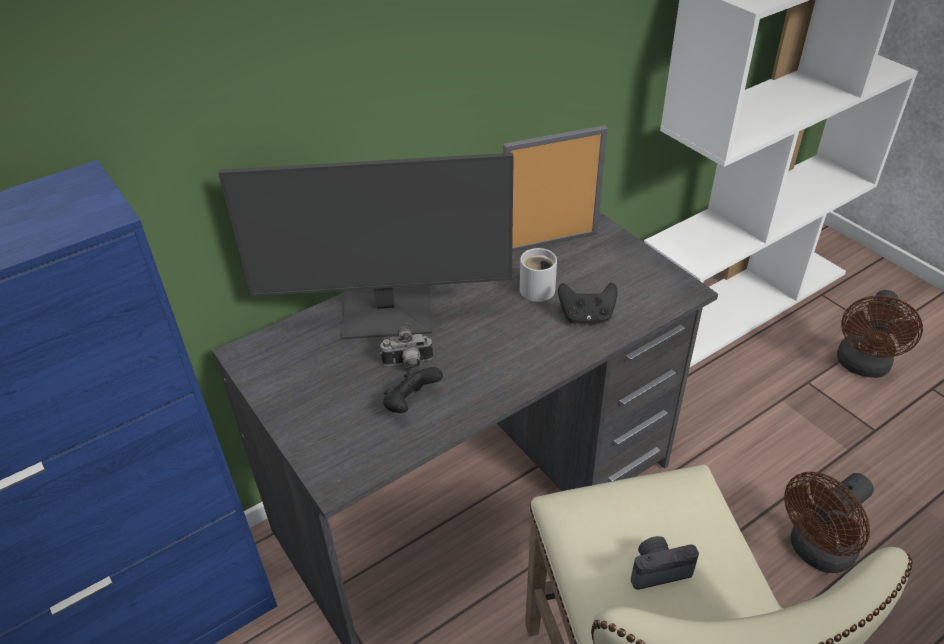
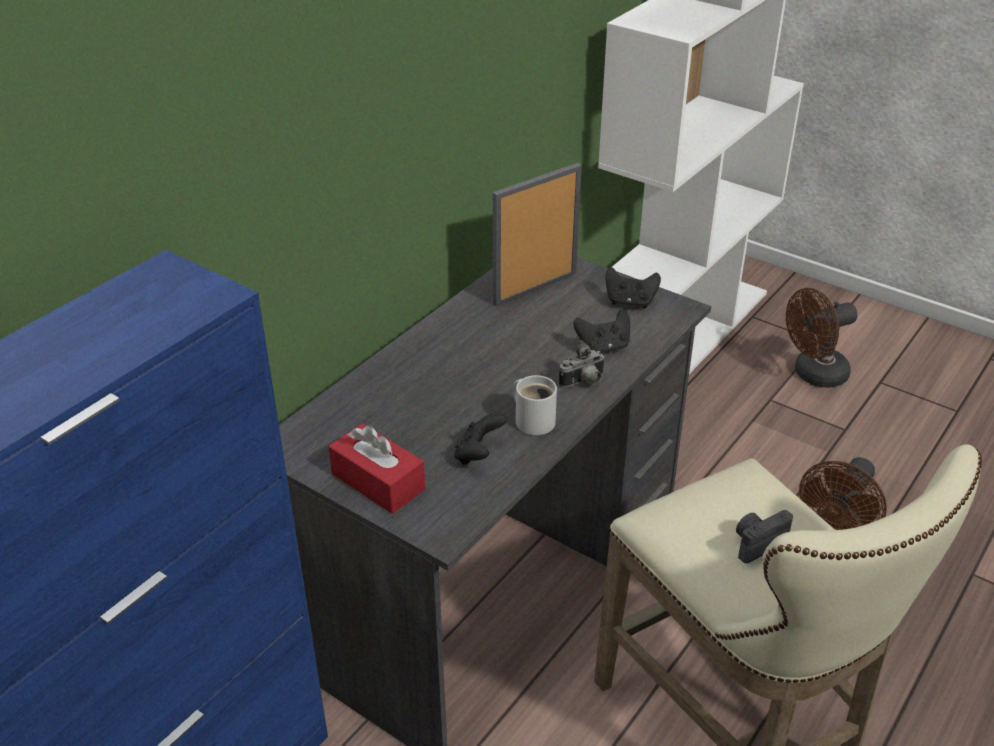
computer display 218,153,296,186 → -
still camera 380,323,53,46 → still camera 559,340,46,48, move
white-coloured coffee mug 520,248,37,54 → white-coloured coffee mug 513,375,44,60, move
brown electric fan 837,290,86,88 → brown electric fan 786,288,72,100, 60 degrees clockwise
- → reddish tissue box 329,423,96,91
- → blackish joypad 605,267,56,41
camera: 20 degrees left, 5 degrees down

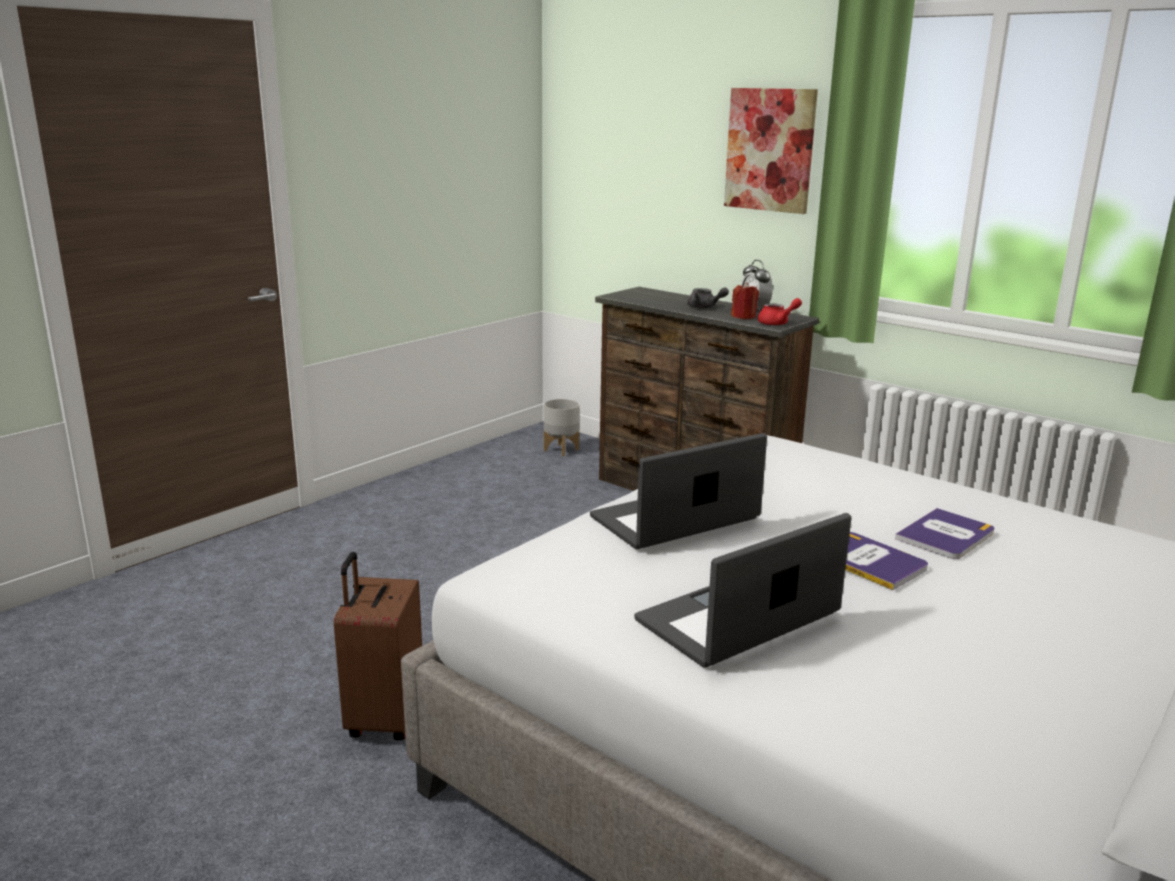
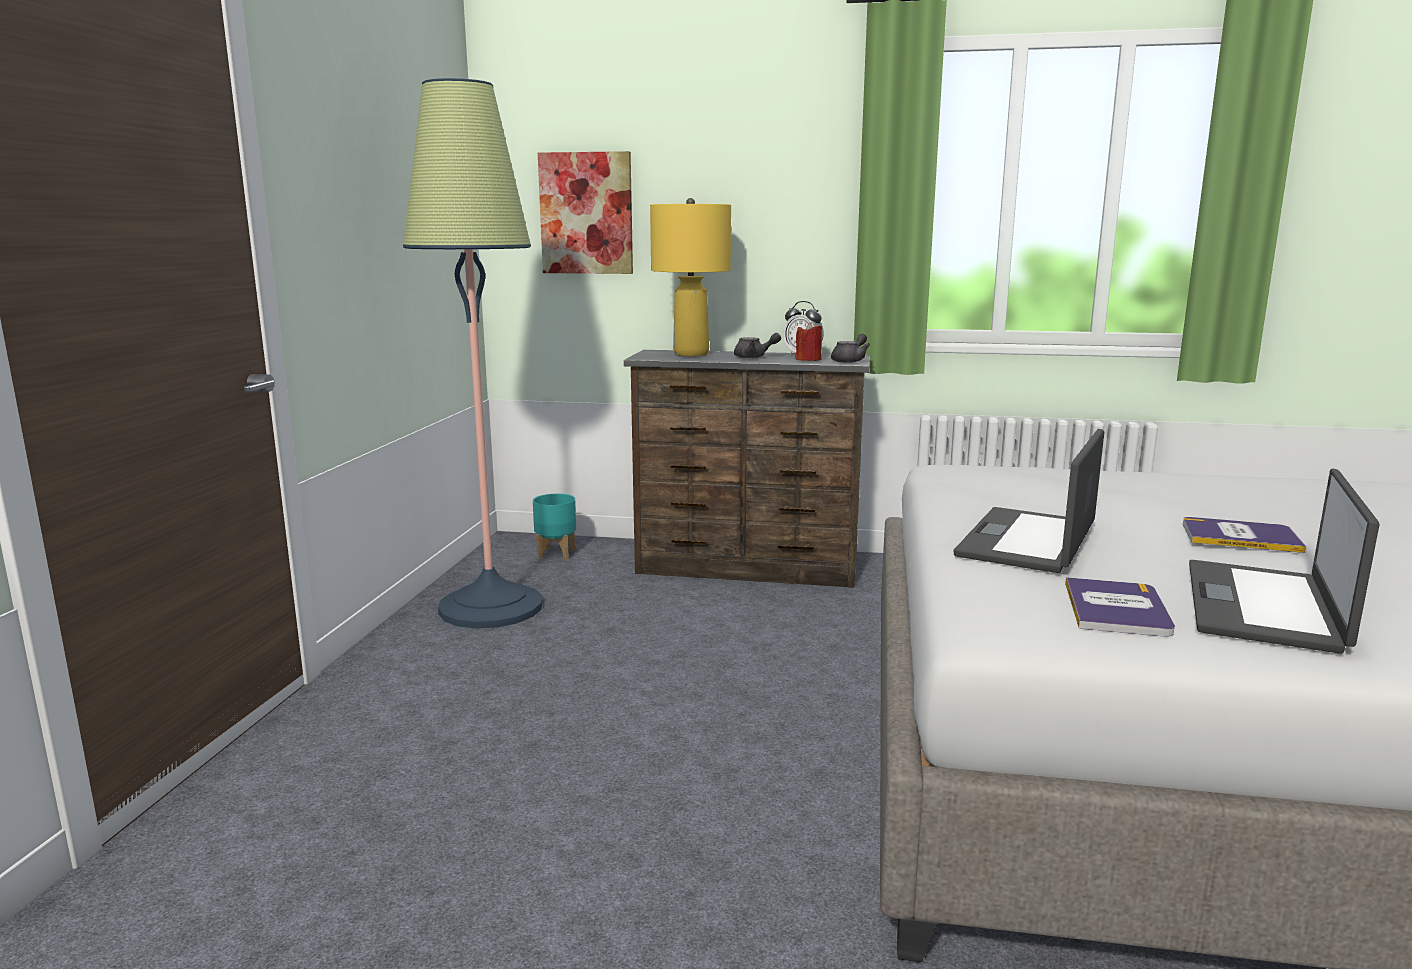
brown suitcase 334,552,88,188 → -
gray planter 544,399,36,57 → turquoise-coloured planter 533,494,43,66
picture 724,88,94,126 → picture 538,151,95,123, move
reddish teapot 758,298,44,28 → gray teapot 831,334,39,29
bound book 895,508,99,51 → bound book 1065,577,110,60, move
- → standing lamp 403,78,139,551
- → yellowish tabletop lamp 650,198,81,158
camera: 30 degrees left, 5 degrees down

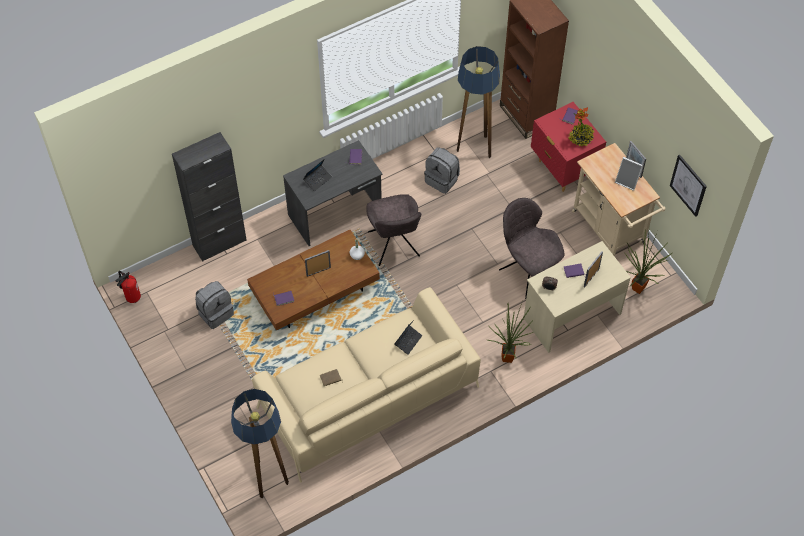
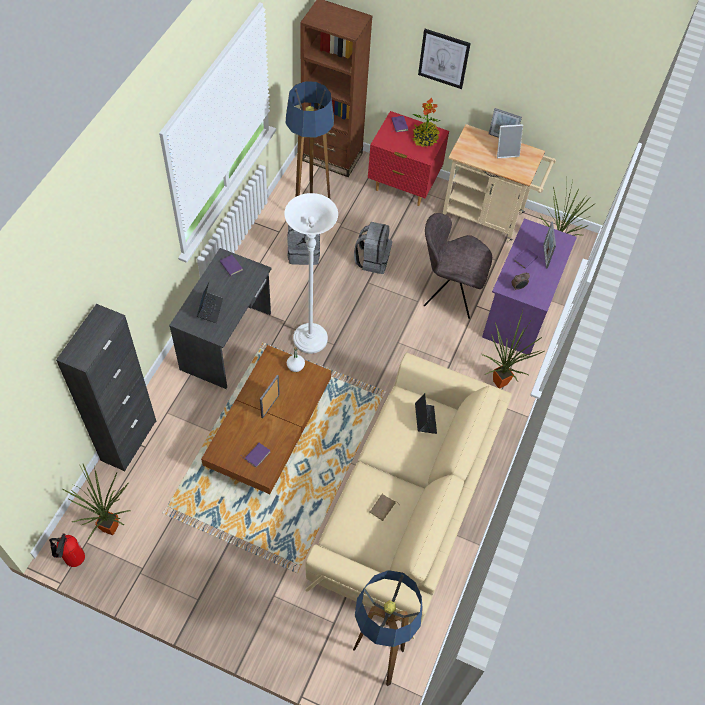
gray rucksack 195,281,39,48 → gray rucksack 354,222,38,52, move
gray chair 366,194,55,72 → white-coloured standing lamp 284,193,54,161
sand-coloured desk 524,241,107,112 → purple-coloured desk 482,218,95,138
picture 670,154,37,63 → picture 418,29,53,60, move
- → plant in a pot 63,464,67,75
camera: 40 degrees left, 0 degrees up

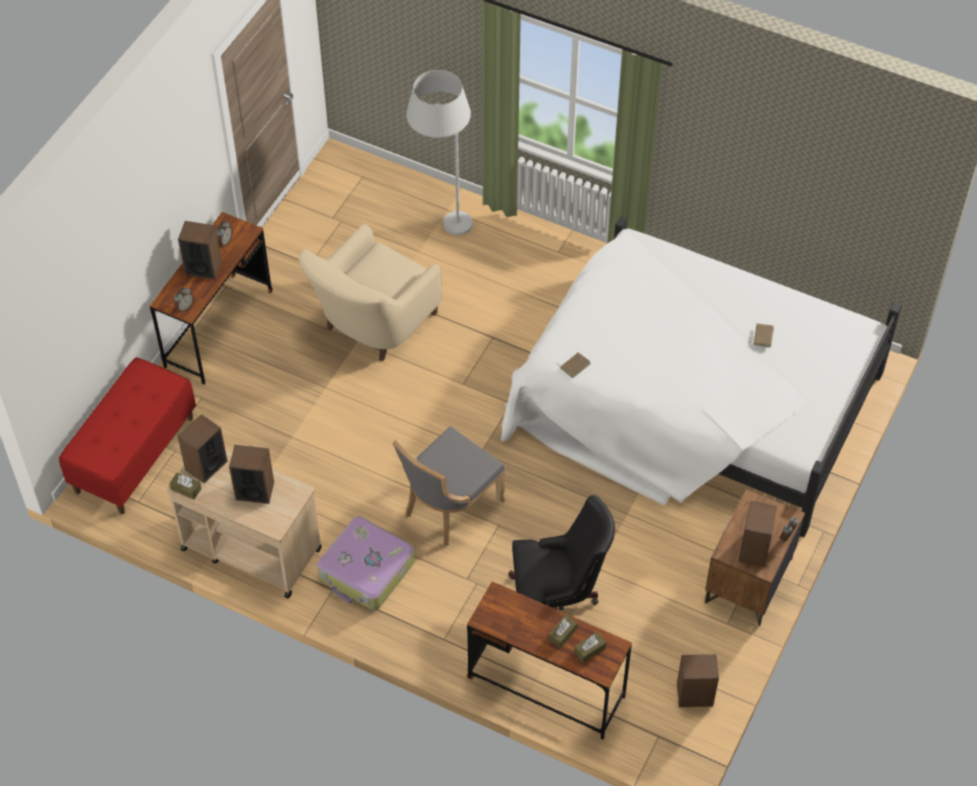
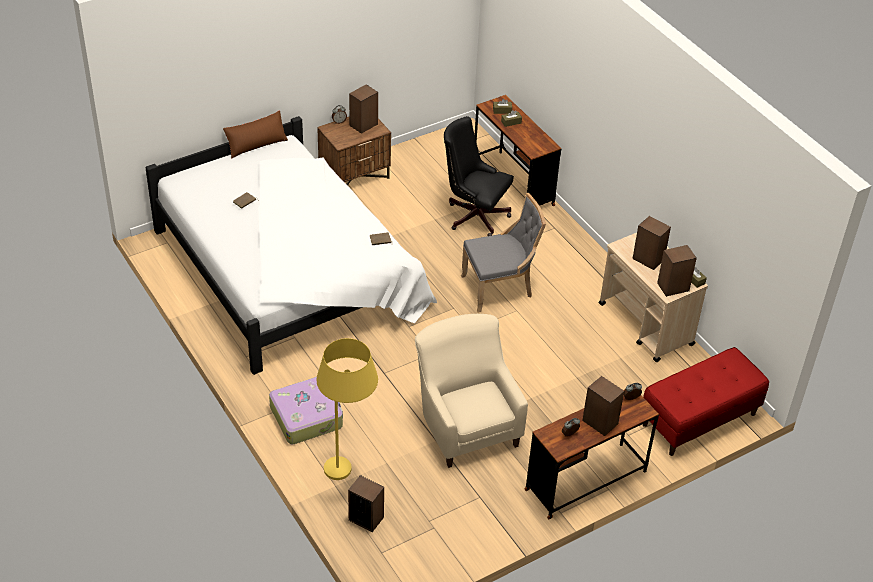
sand-coloured easy chair 299,224,143,137 → sand-coloured easy chair 415,314,113,154, 90 degrees counterclockwise
suitcase 317,516,98,94 → suitcase 269,377,74,67, move
white-coloured standing lamp 406,70,67,166 → yellowish standing lamp 317,338,61,142
audio speaker 677,654,42,53 → audio speaker 348,475,36,57, move
- → brown cushion 223,111,65,48
camera: 150 degrees left, 10 degrees down

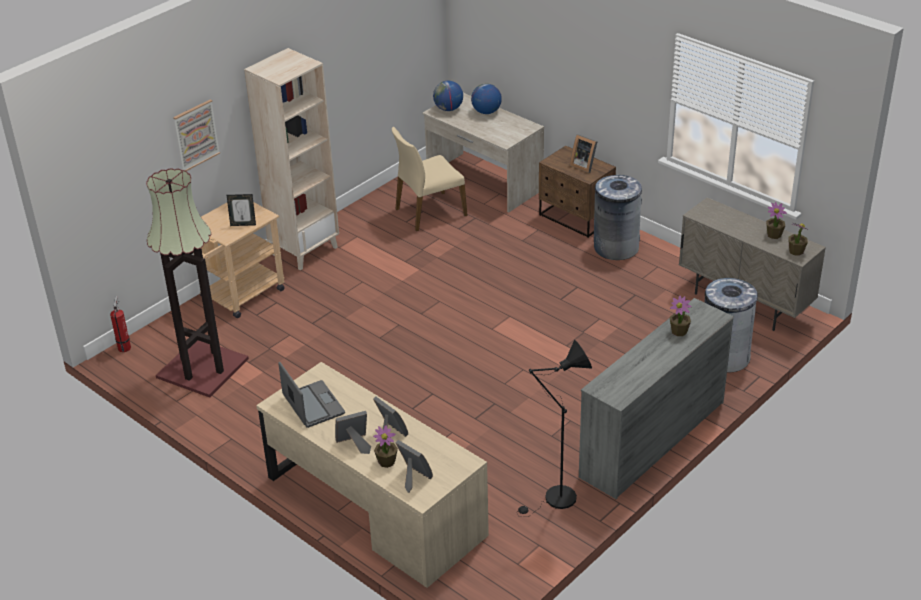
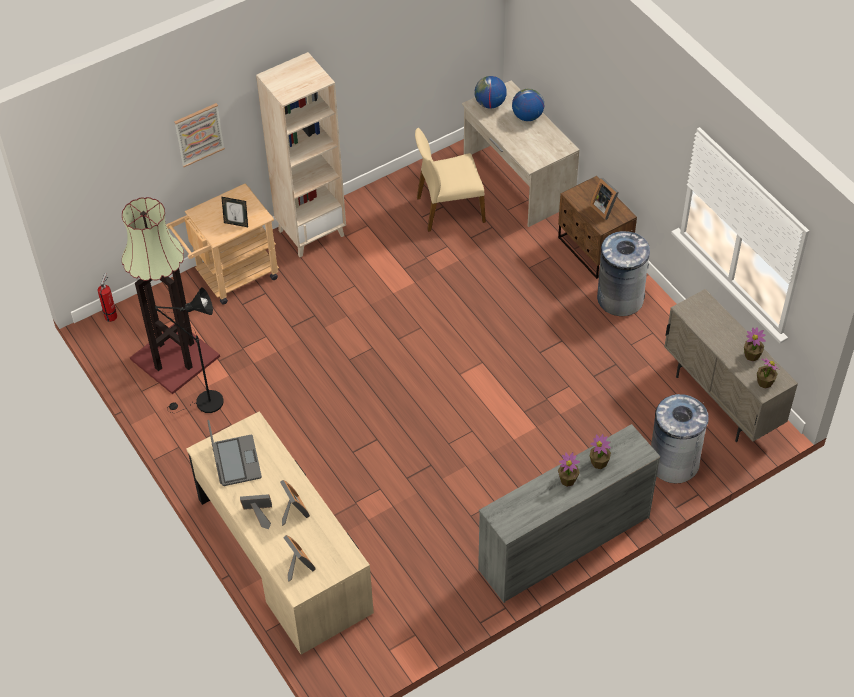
plant in a pot 373,425,25,43 → plant in a pot 558,452,22,35, move
blackish standing lamp 517,340,75,177 → blackish standing lamp 155,288,69,125, move
camera: 15 degrees right, 15 degrees up

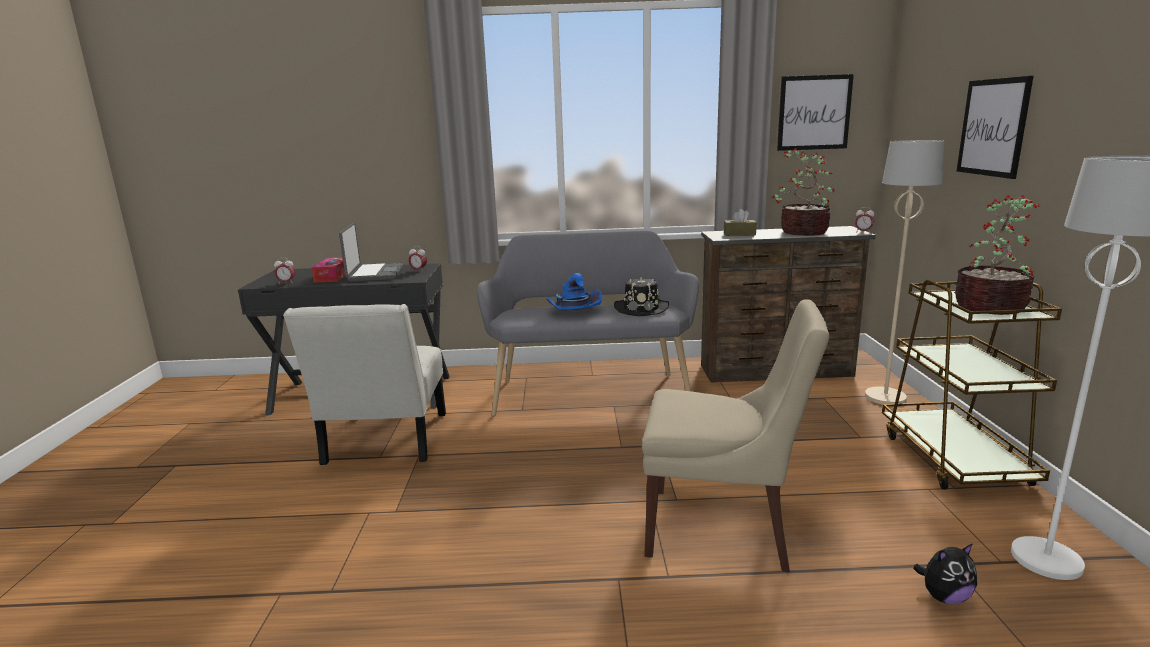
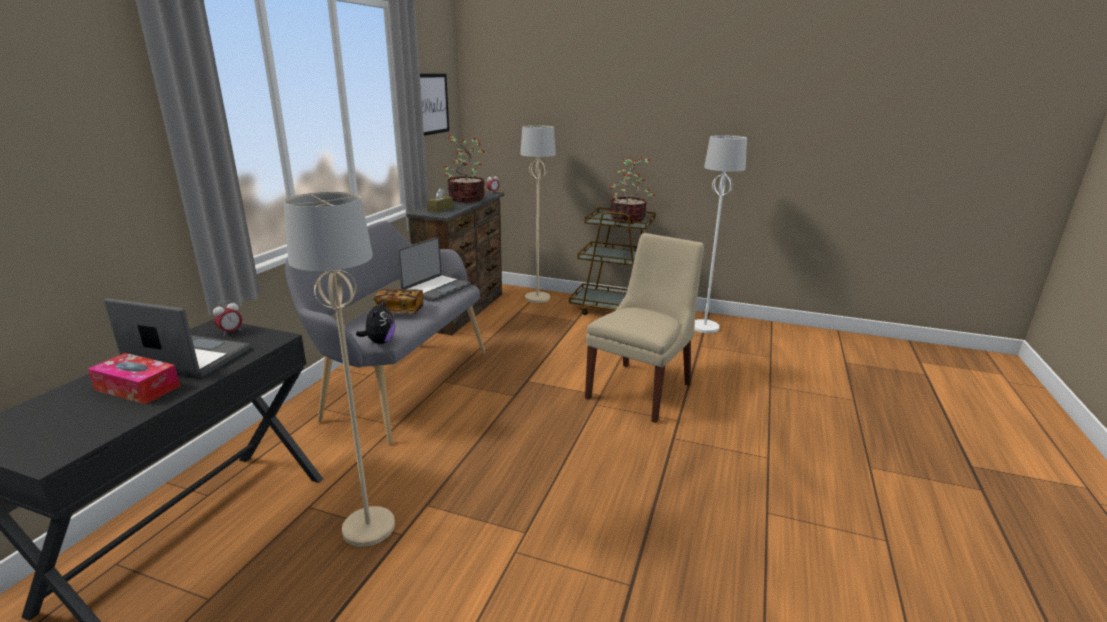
alarm clock 274,258,21,26 → -
white-coloured chair 283,304,163,161 → sand-coloured standing lamp 284,192,111,355
bluish wearable hat 547,273,55,37 → bound book 373,289,50,25
blackish wearable hat 614,277,55,39 → portable computer 398,237,73,65
plush toy 913,543,64,61 → plush toy 356,299,39,45, move
picture 957,76,77,103 → -
camera: 70 degrees left, 5 degrees up

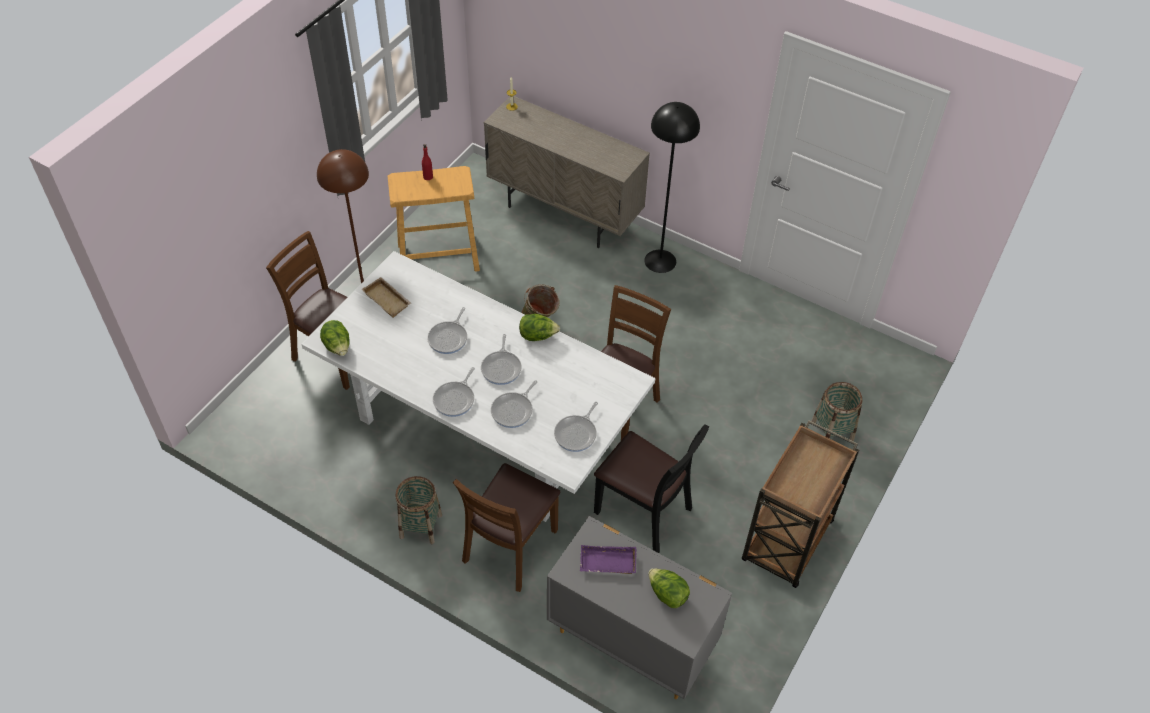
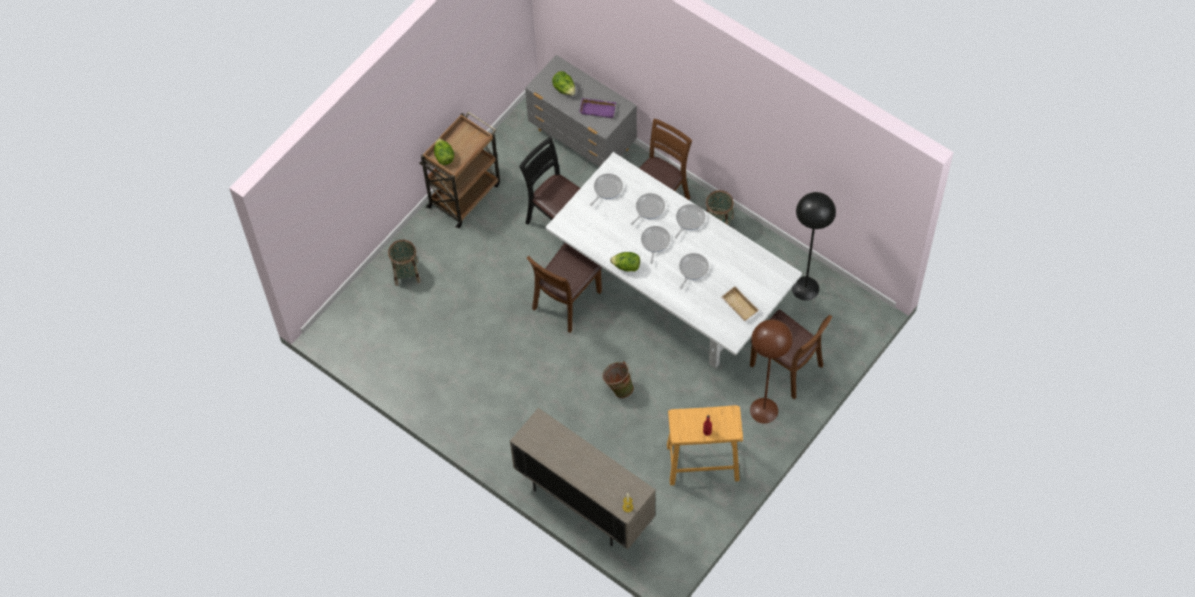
lettuce head 320,320,30,36 → lettuce head 434,139,21,26, move
blackish standing lamp 644,102,56,171 → blackish standing lamp 792,192,44,109, move
camera: 170 degrees left, 10 degrees up

